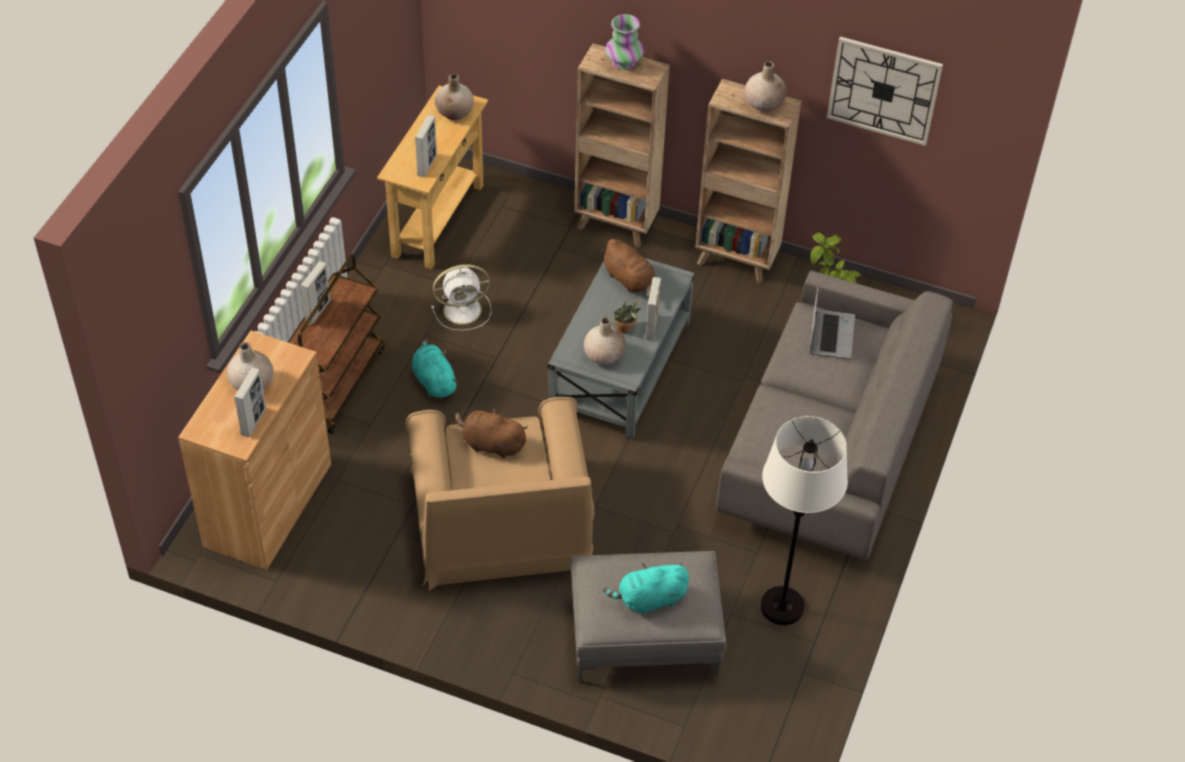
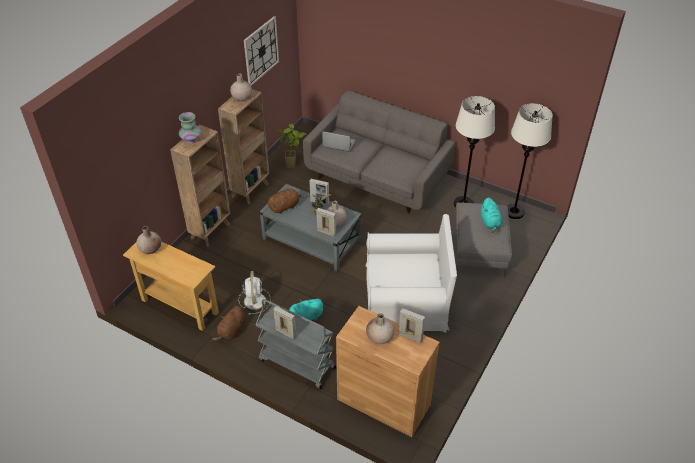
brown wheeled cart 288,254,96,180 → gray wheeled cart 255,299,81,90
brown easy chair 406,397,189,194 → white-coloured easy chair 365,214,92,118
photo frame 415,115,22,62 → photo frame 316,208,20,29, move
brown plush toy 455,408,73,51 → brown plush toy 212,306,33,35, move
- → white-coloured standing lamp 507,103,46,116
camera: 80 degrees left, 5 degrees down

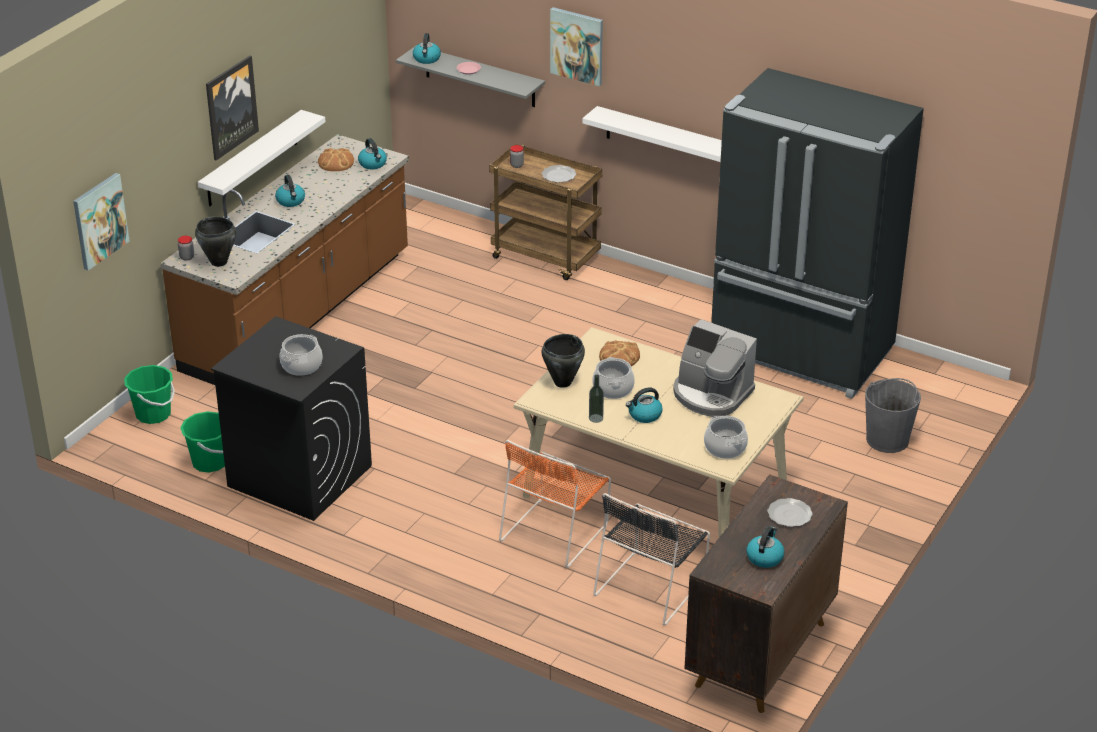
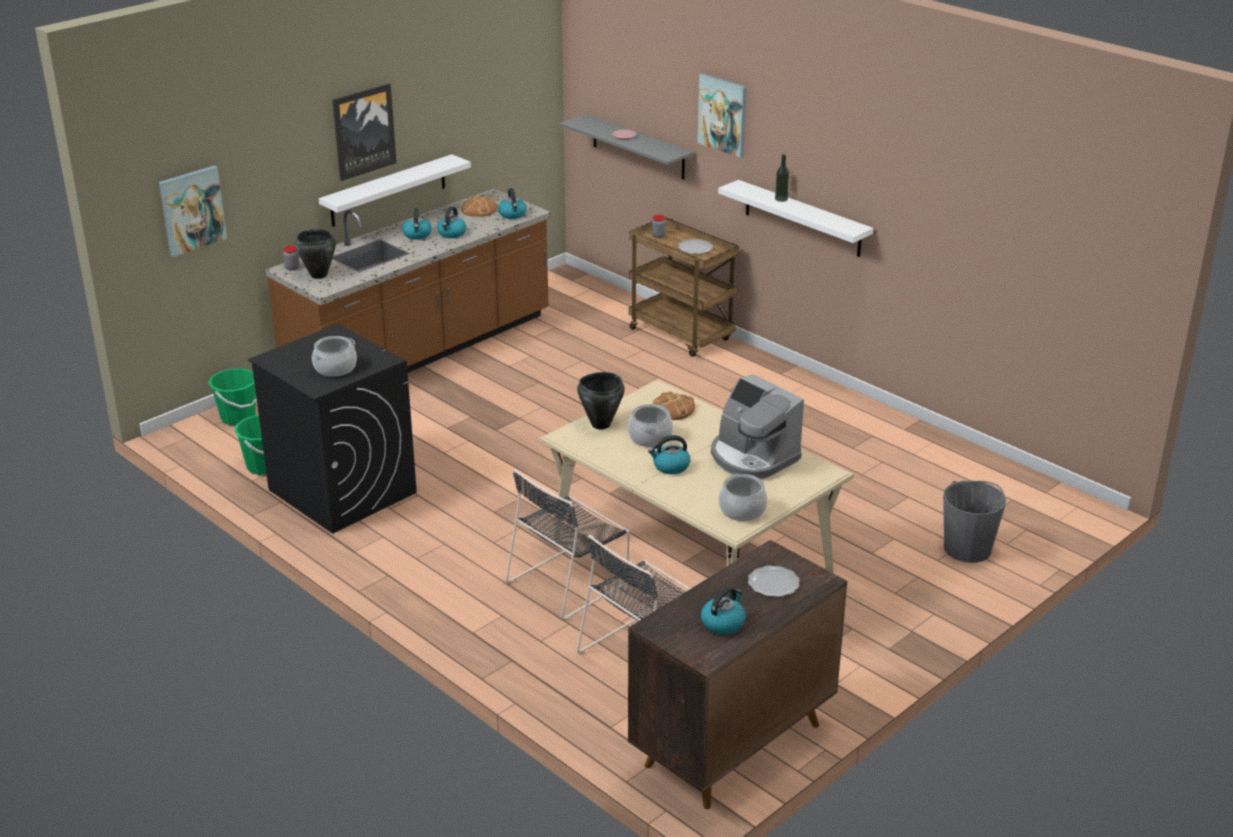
water kettle 413,33,28,31 → water kettle 437,207,29,31, move
orange-coloured chair 499,440,112,128 → blackish chair 506,469,124,151
drink bottle 589,374,15,49 → drink bottle 775,154,14,48, move
blackish fridge 711,68,213,331 → -
camera: 15 degrees right, 5 degrees down

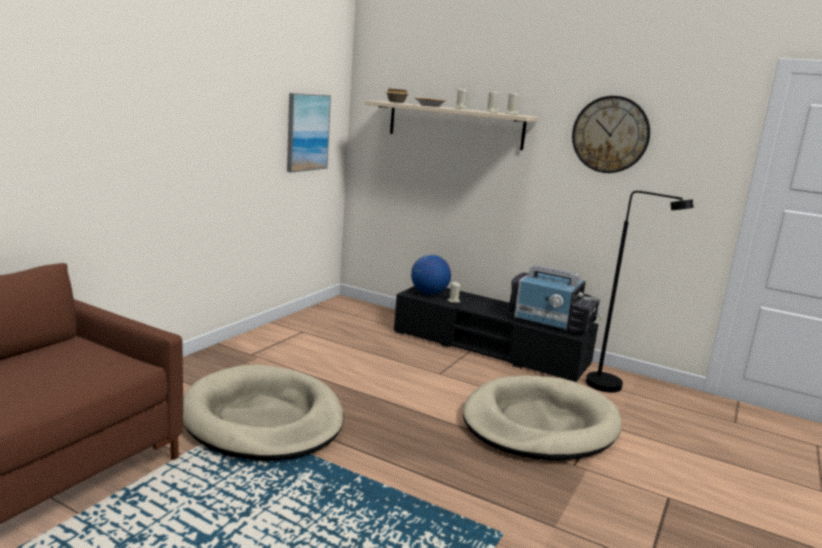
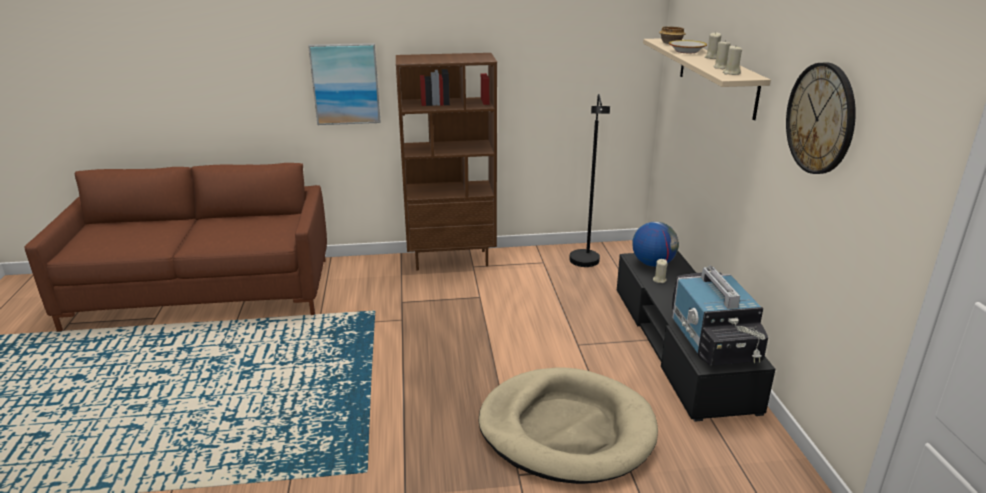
sand-coloured pet bed 183,364,161,97 → -
picture 287,93,44,80 → picture 308,43,73,82, move
blackish standing lamp 586,191,108,202 → blackish standing lamp 569,94,41,173, move
- → brown shelving unit 396,53,101,217
camera: 55 degrees right, 10 degrees up

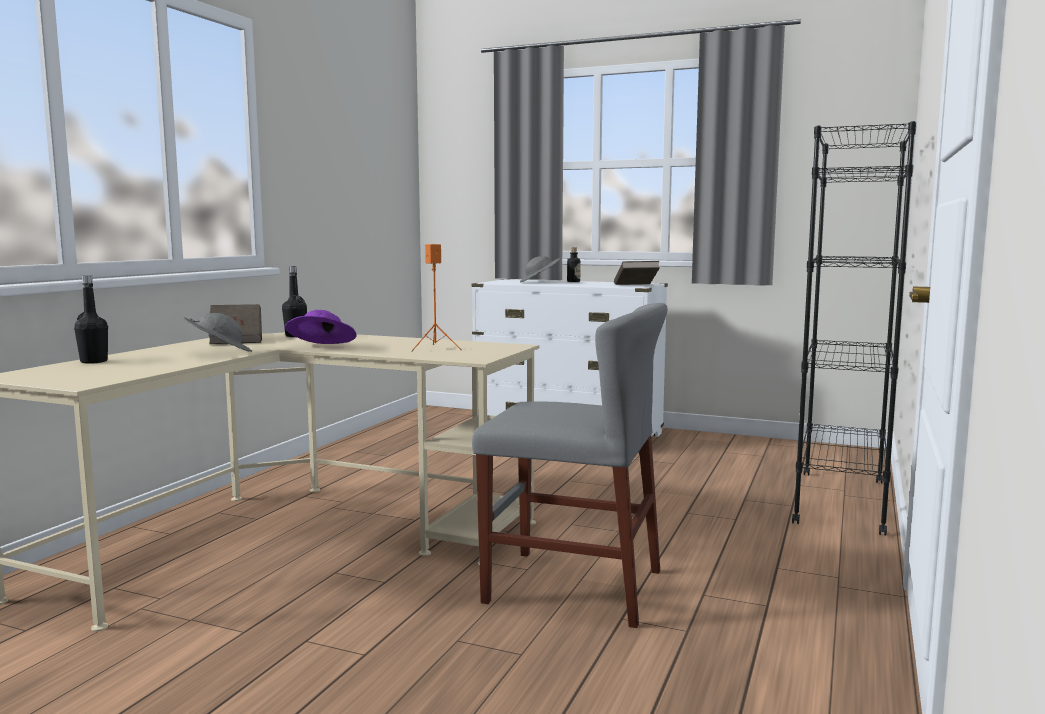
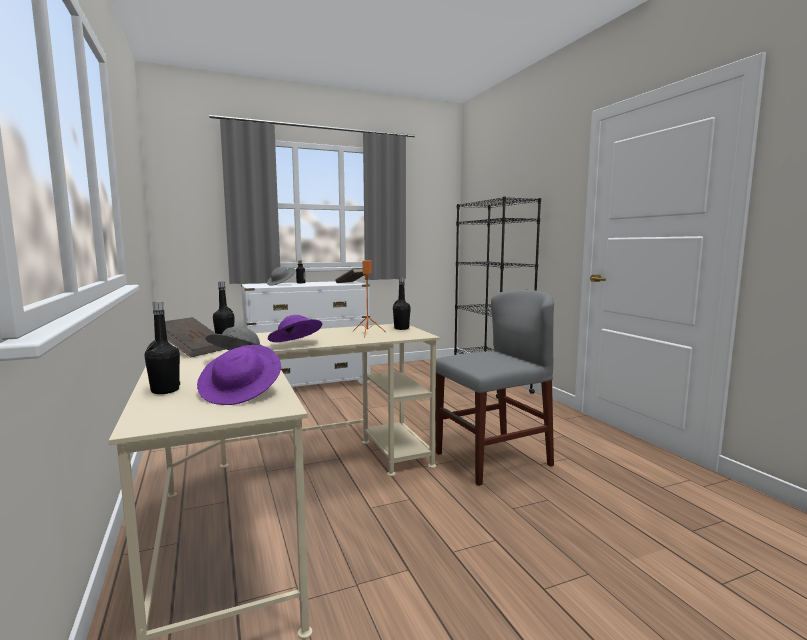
- → purple-coloured wearable hat 197,345,84,60
- → blackish drink bottle 393,277,18,53
camera: 45 degrees left, 0 degrees up

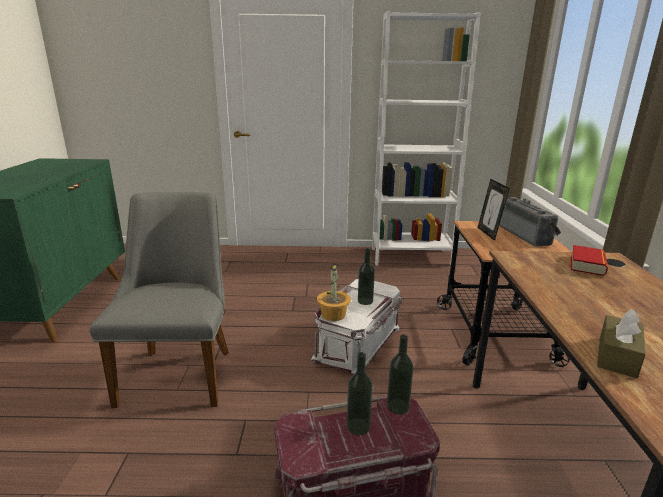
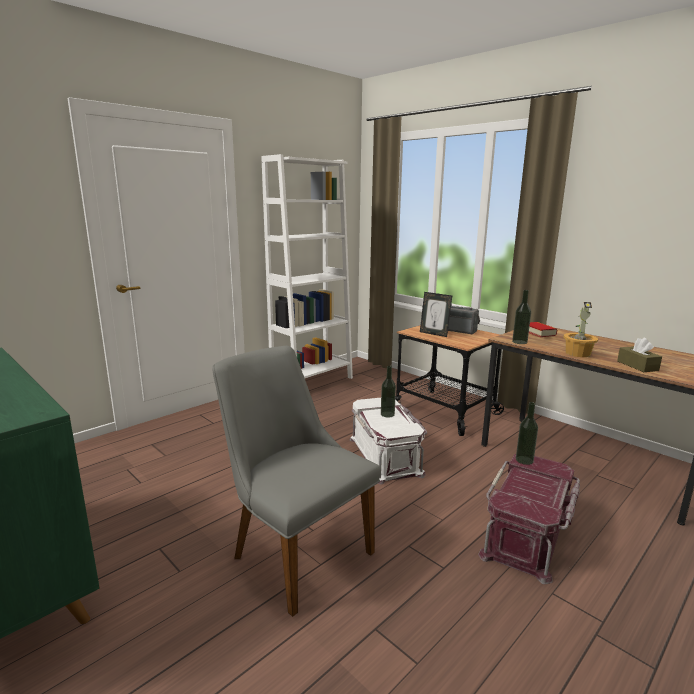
plant in a pot 317,263,34,58 → plant in a pot 563,302,35,55, move
drink bottle 347,352,26,84 → drink bottle 512,290,19,54, move
camera: 45 degrees left, 5 degrees down

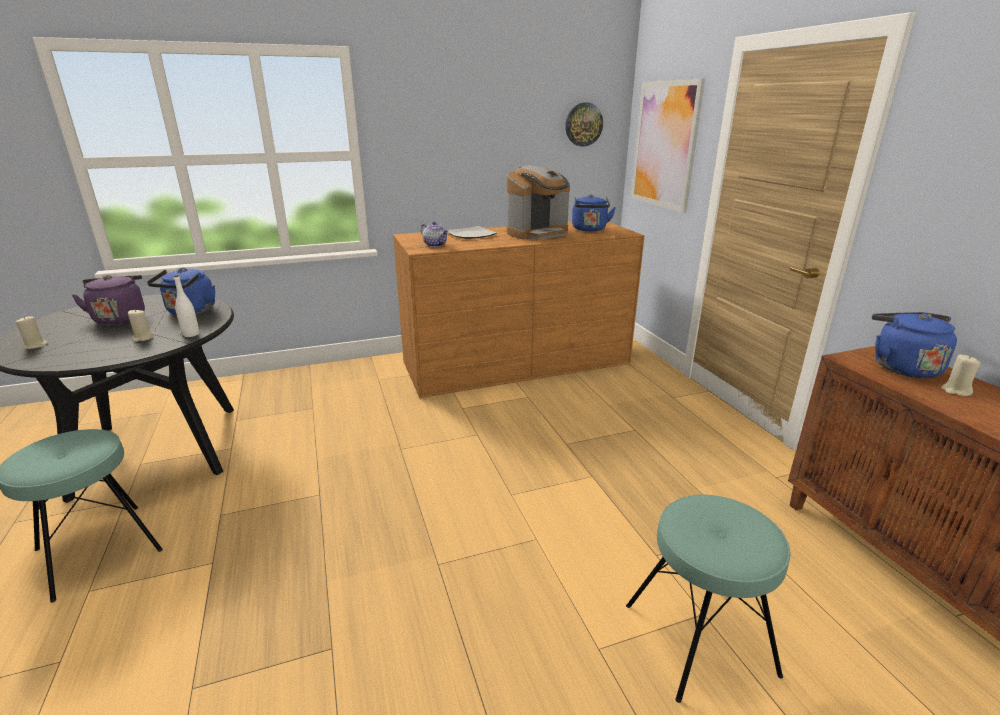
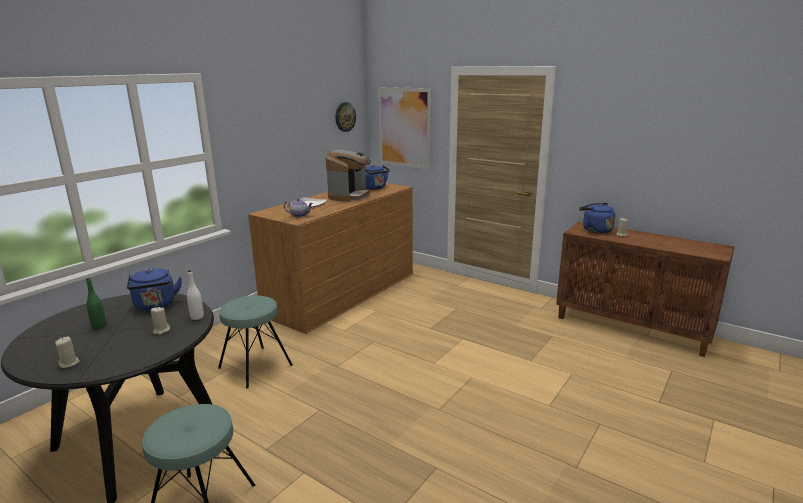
purple-coloured water kettle 71,275,74,50 → green drink bottle 86,278,20,51
turquoise-coloured stool seat 626,495,165,208 → turquoise-coloured stool seat 218,295,75,93, move
camera: 35 degrees left, 5 degrees down

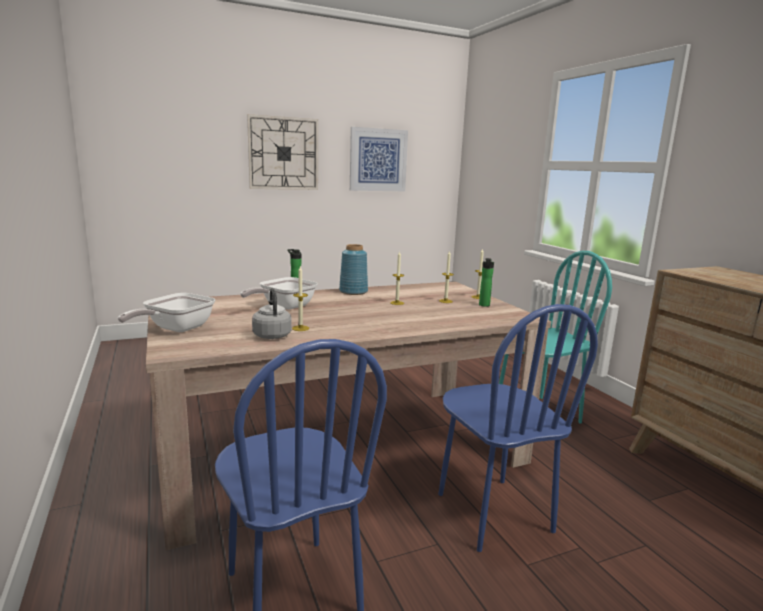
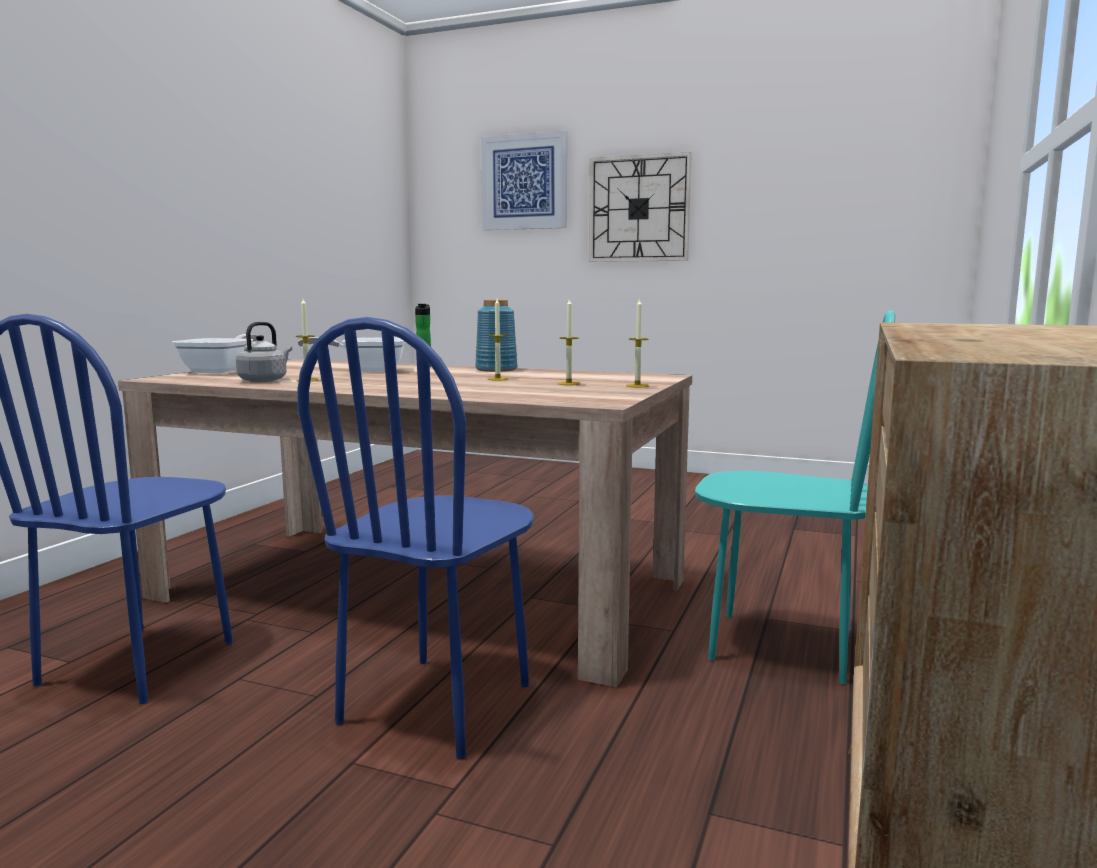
frying pan 118,293,98,39 → frying pan 172,334,85,39, 120 degrees clockwise
picture 350,127,58,64 → picture 481,131,86,99, move
drink bottle 479,258,15,49 → -
camera: 45 degrees right, 5 degrees down

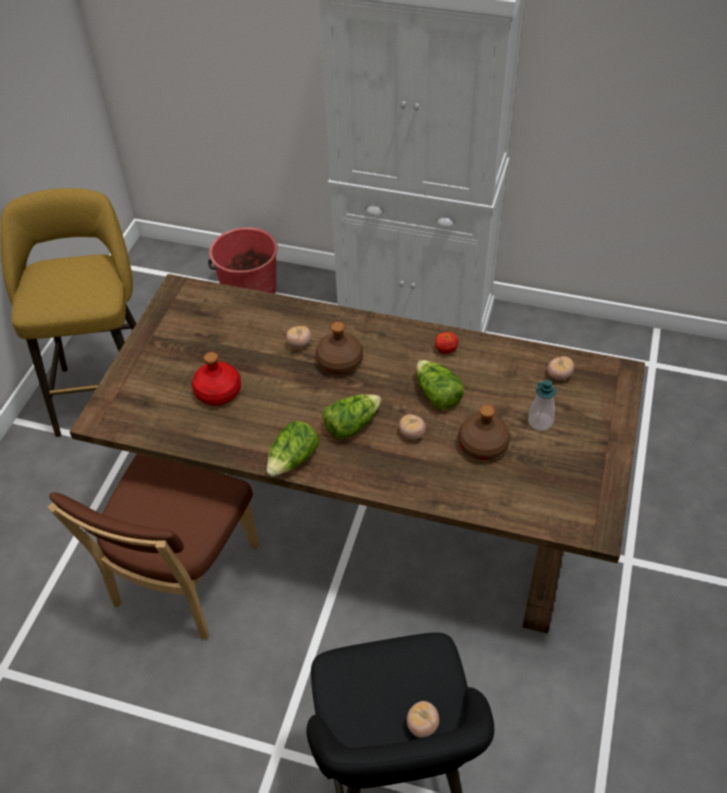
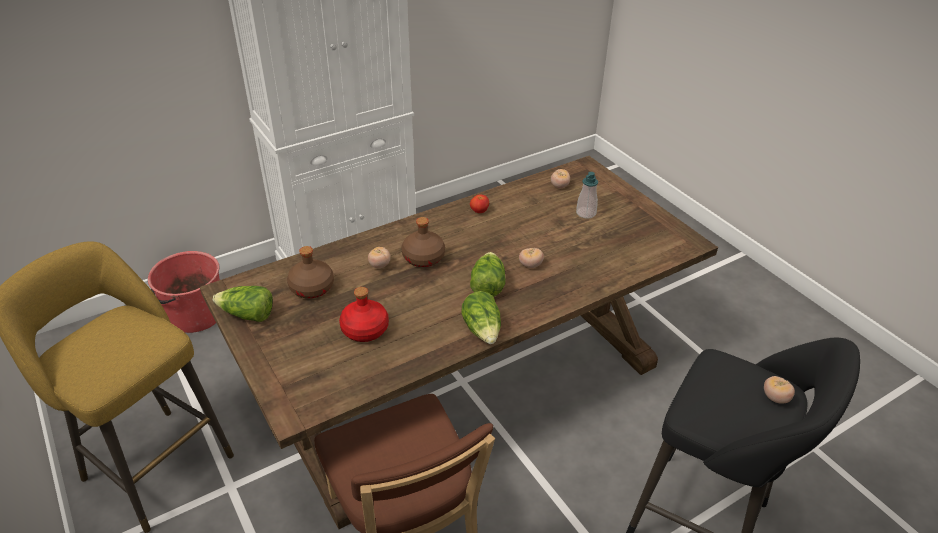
lettuce head 416,360,48,50 → lettuce head 213,286,60,36, move
brown drink bottle 459,405,51,55 → brown drink bottle 287,246,47,52, move
camera: 50 degrees left, 10 degrees down

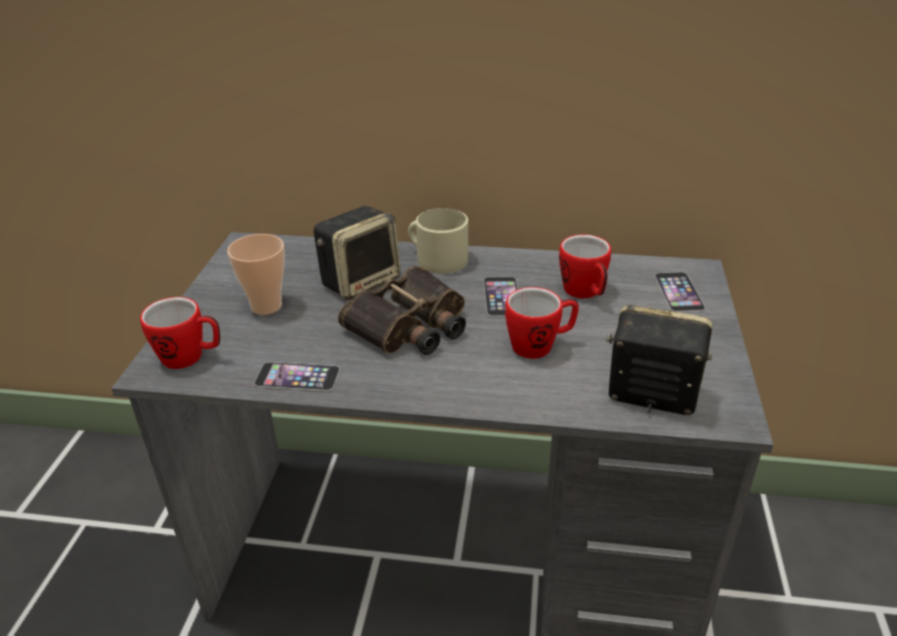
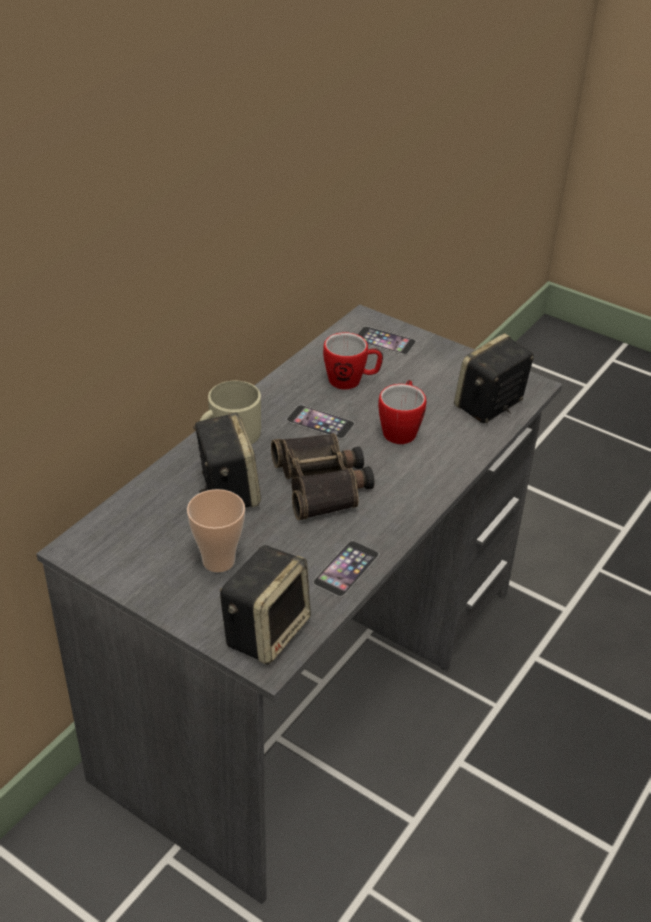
coffee mug 140,297,80,72 → audio speaker 220,545,91,120
camera: 65 degrees left, 5 degrees up

